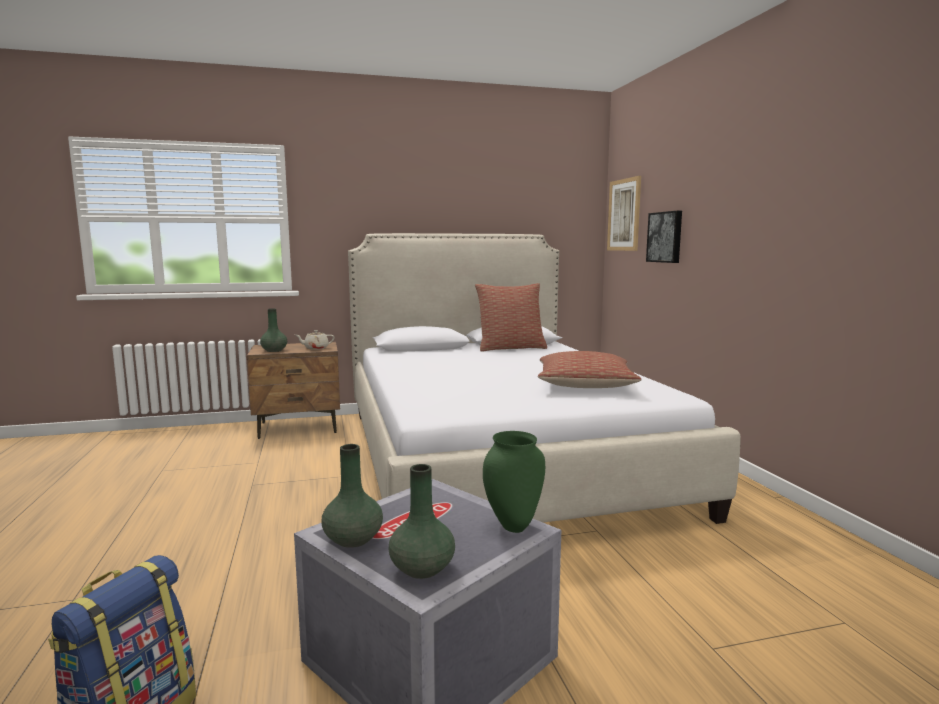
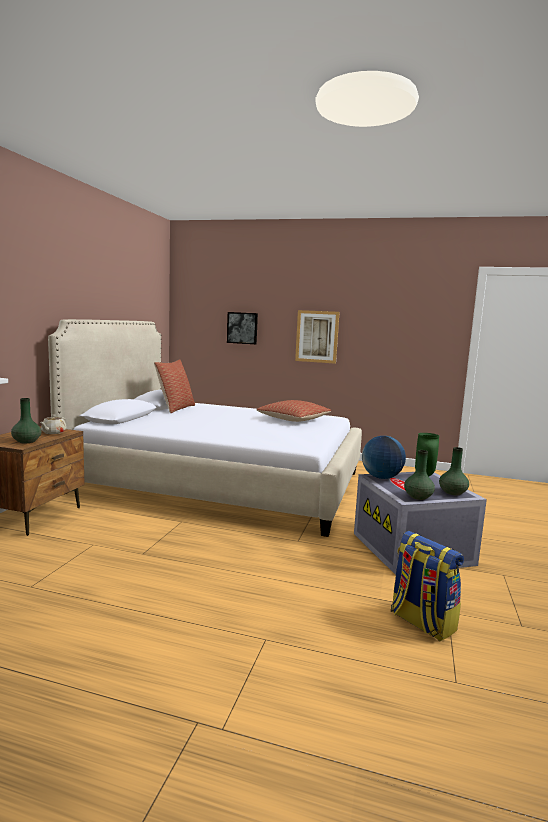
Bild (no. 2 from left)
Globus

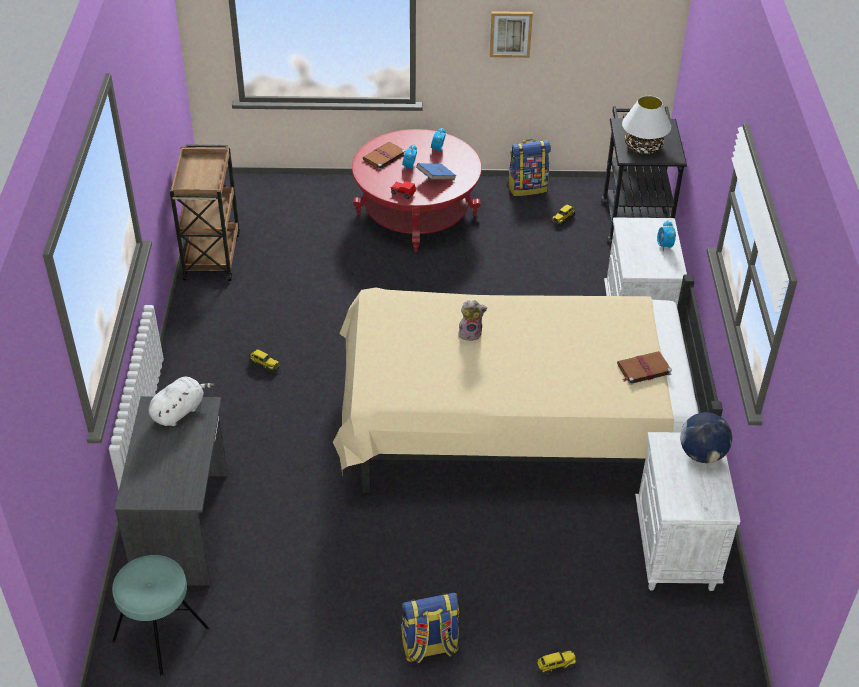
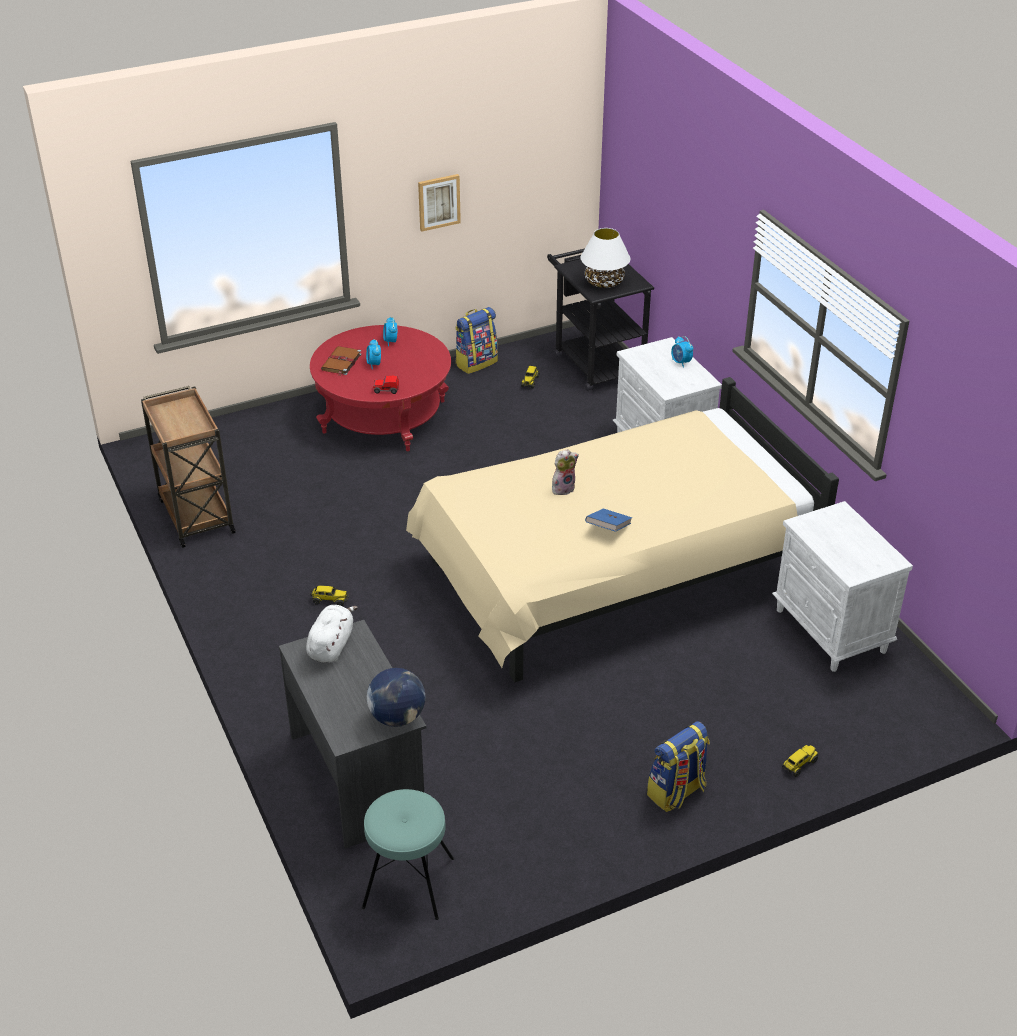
Buch [blau]
Buch [braun] (no. 2 from left in the first image)
Globus

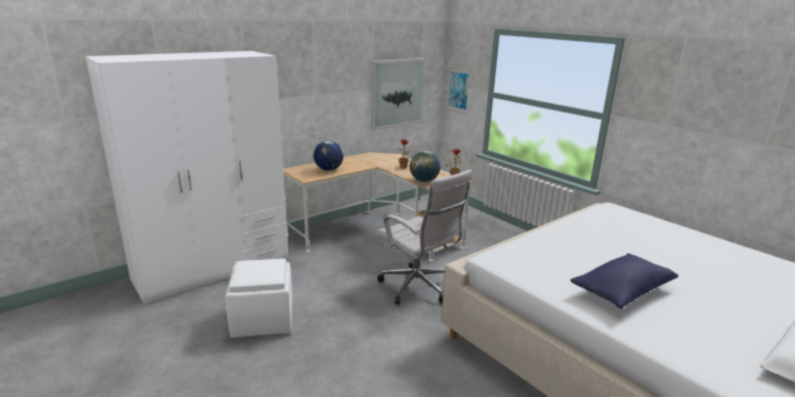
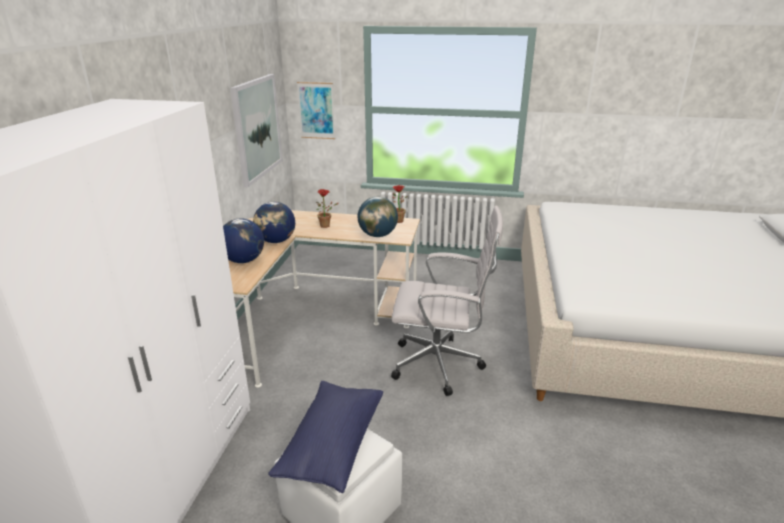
Kissen [blau]
Globus (no. 2 from left)

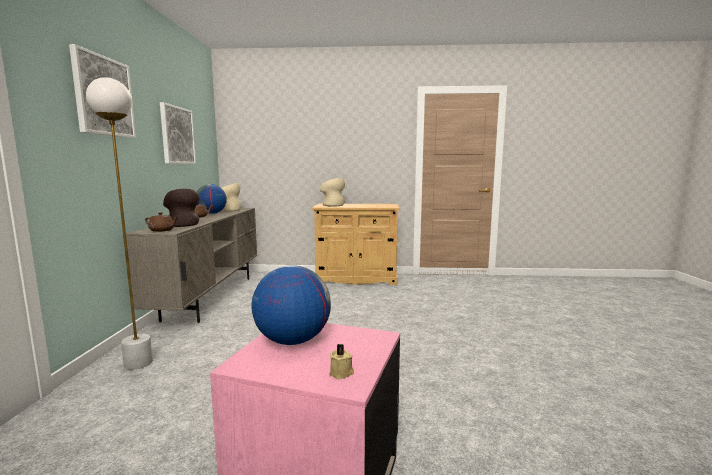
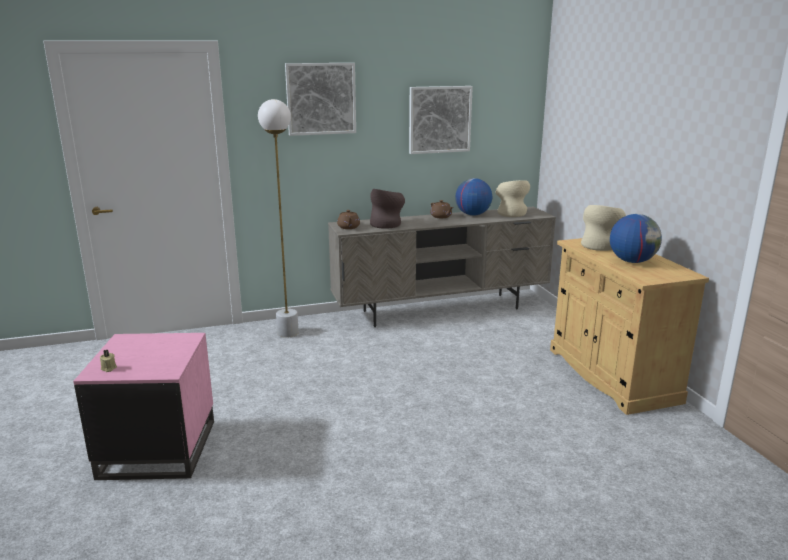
Globus (no. 2 from left)

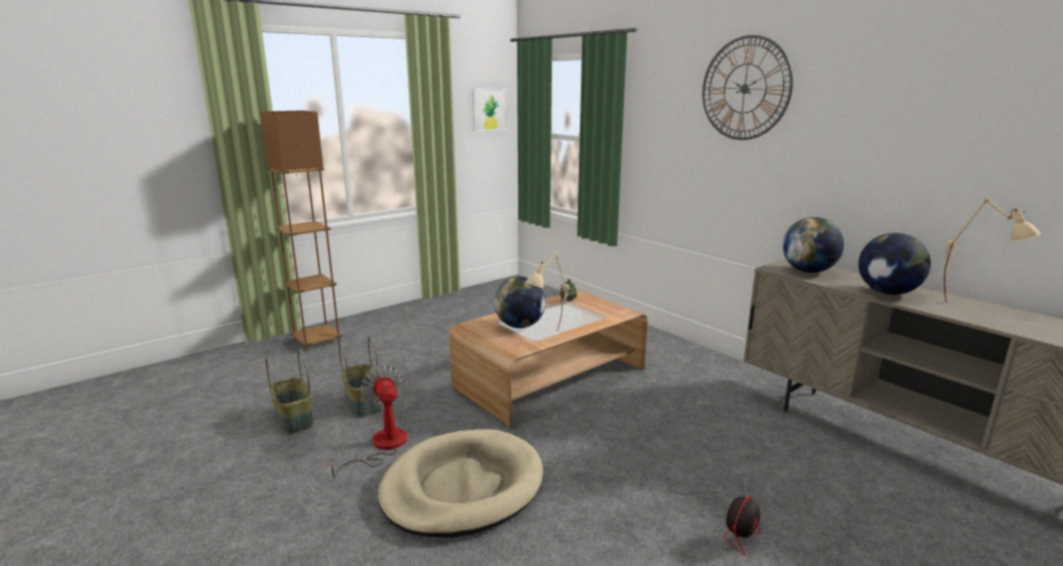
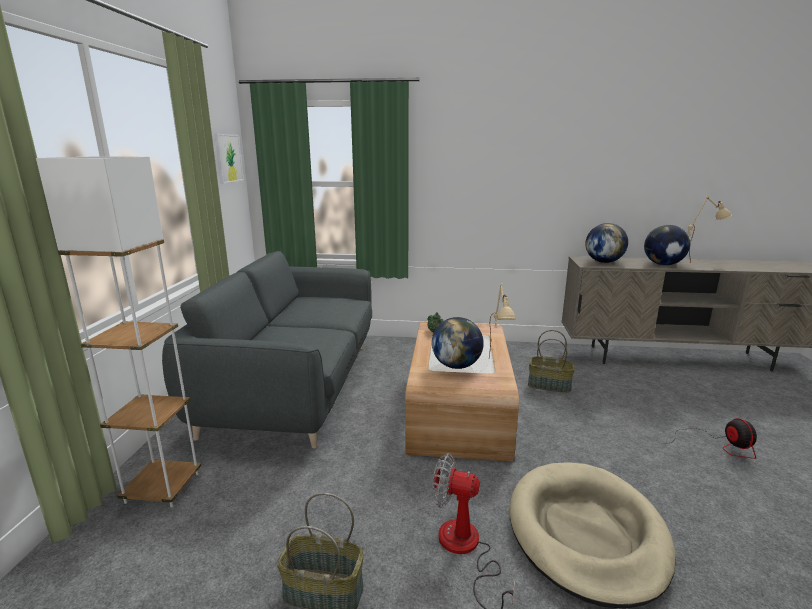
Wanduhr
Stehlampe [weiß]
Korb (no. 2 from left)
Sofa [grau]

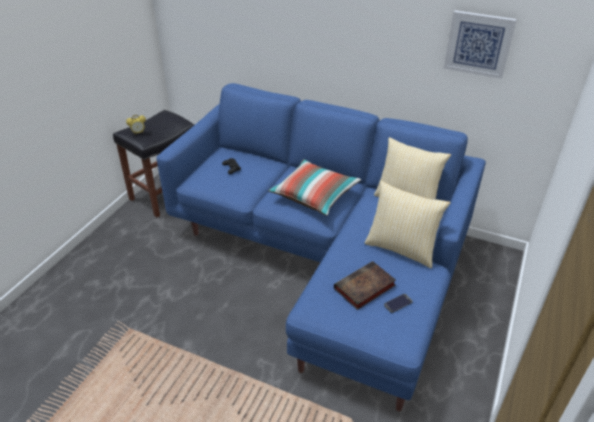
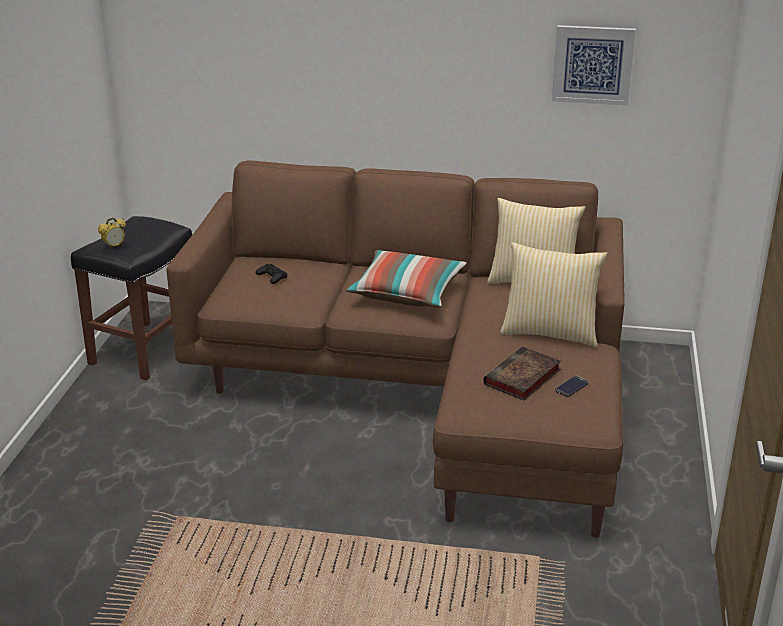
Sofa [braun]

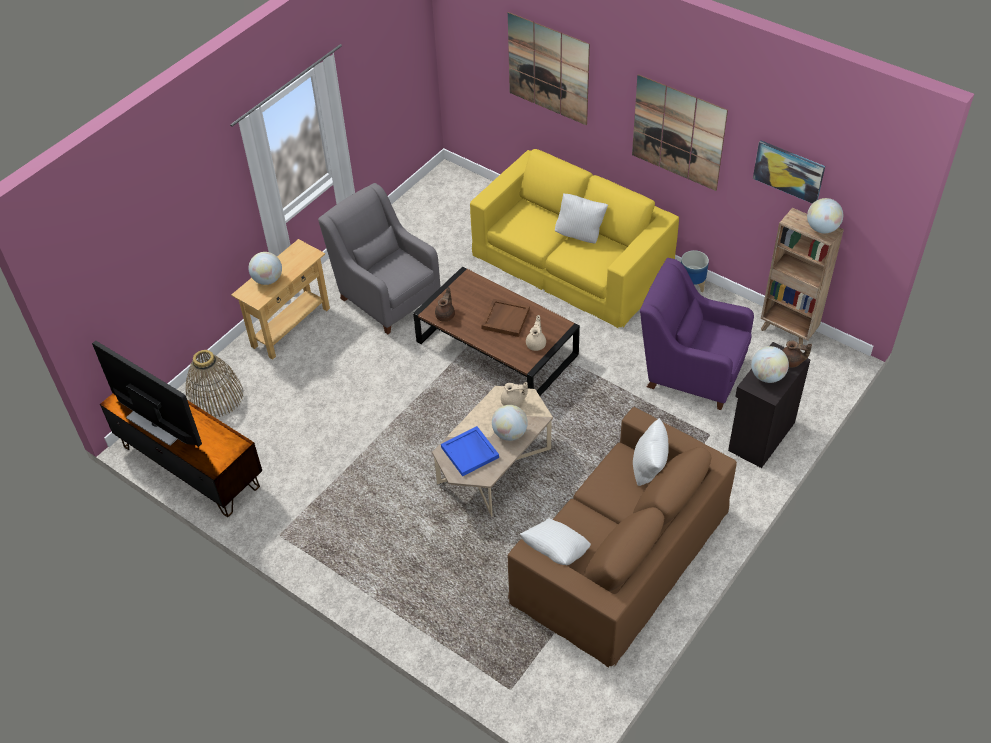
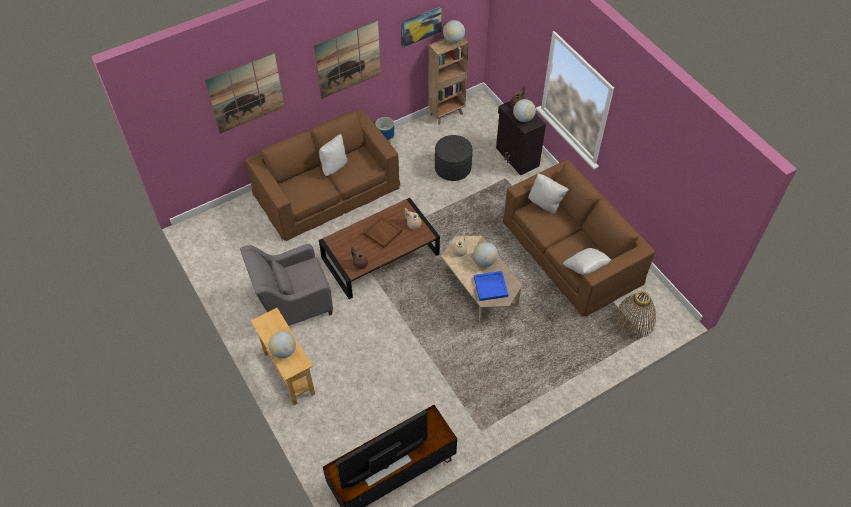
Sofa [braun] (no. 1 from left)
Polsterhocker [grau]
Korb

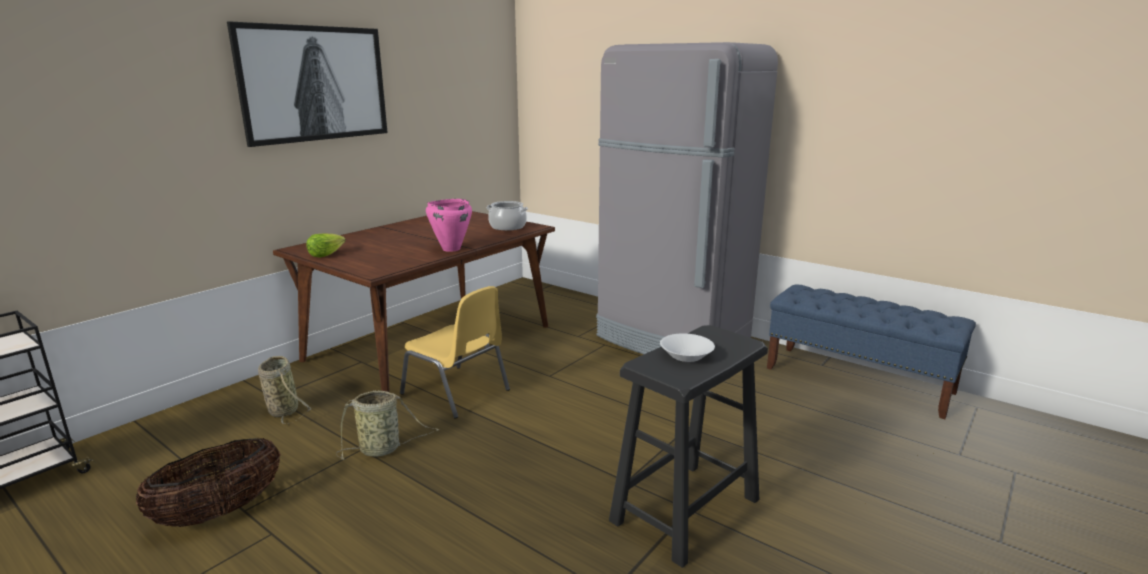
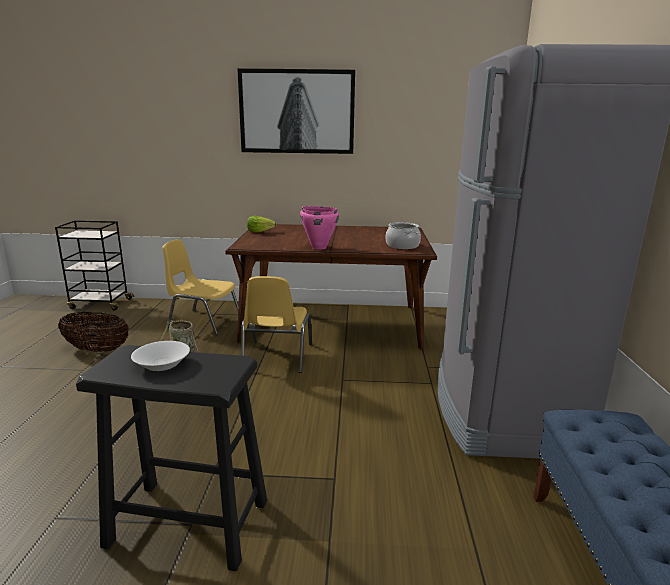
Stuhl [gelb] (no. 1 from left)

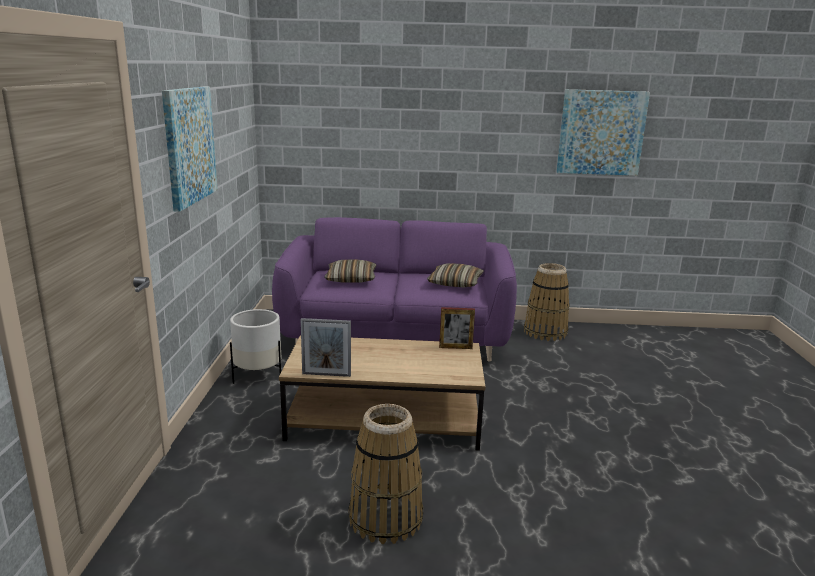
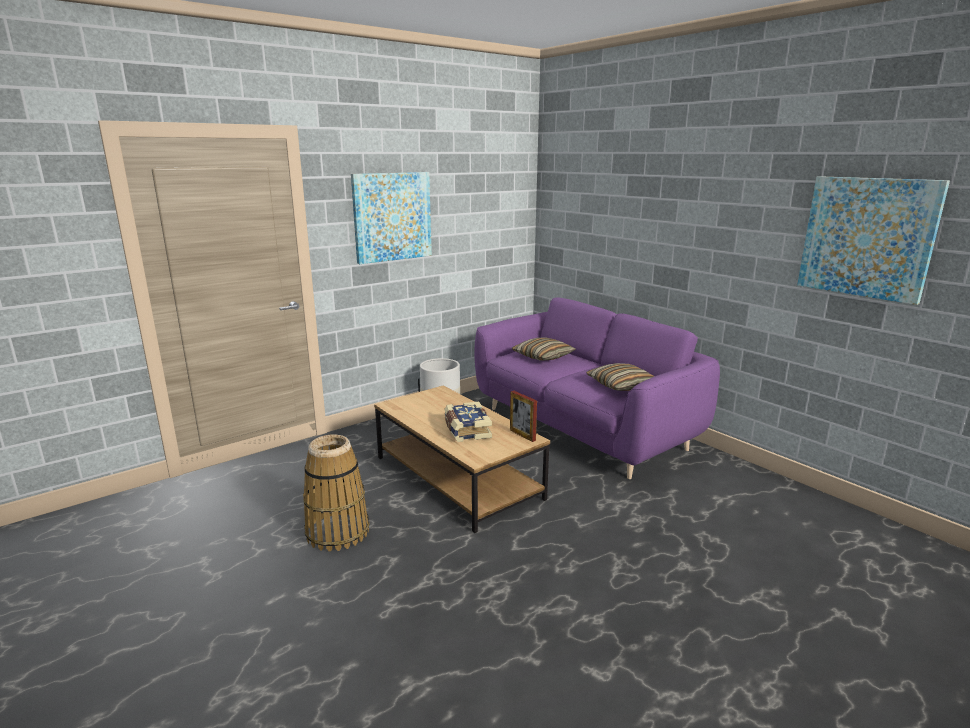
Korb (no. 2 from left in the first image)
Bilderrahmen (no. 1 from left in the first image)
Buch

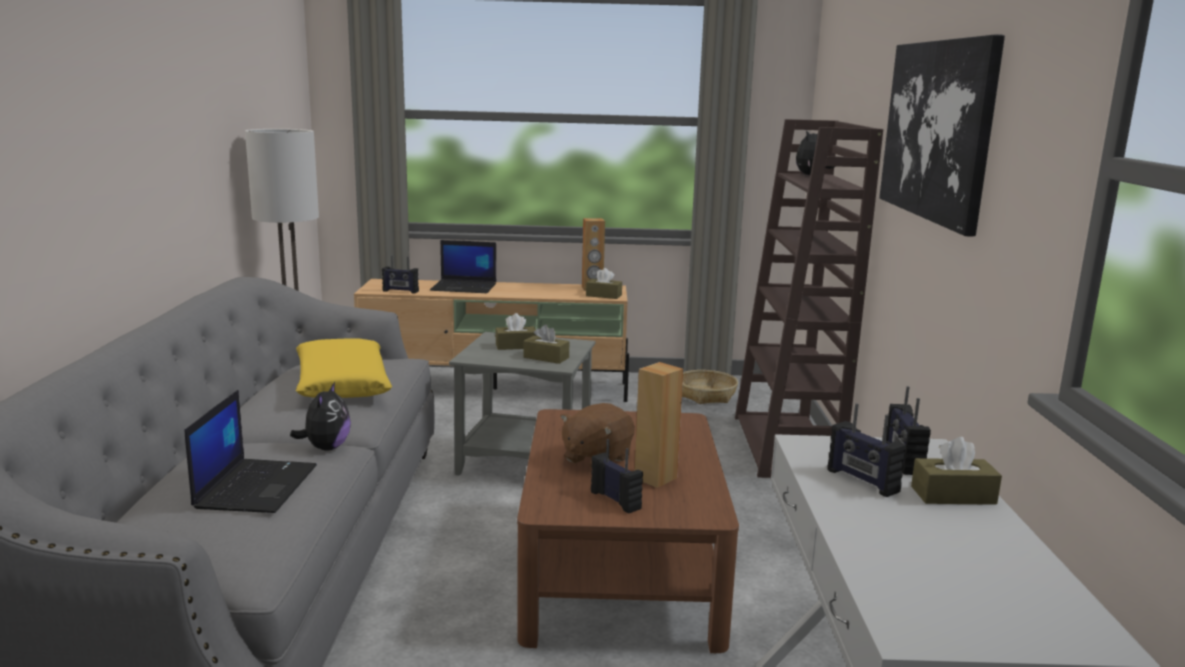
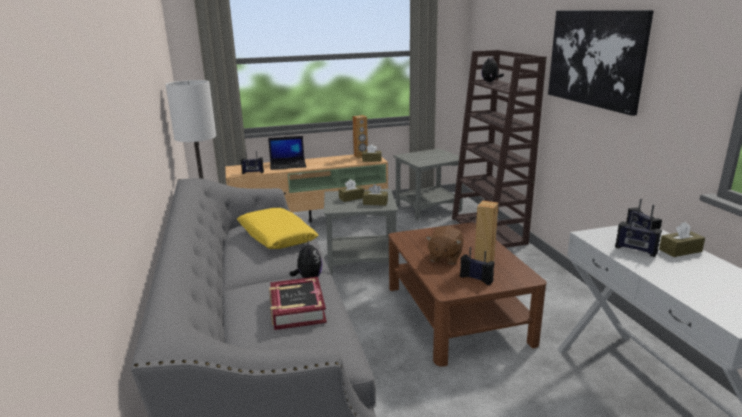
Beistelltisch [grau] (no. 2 from left)
Buch

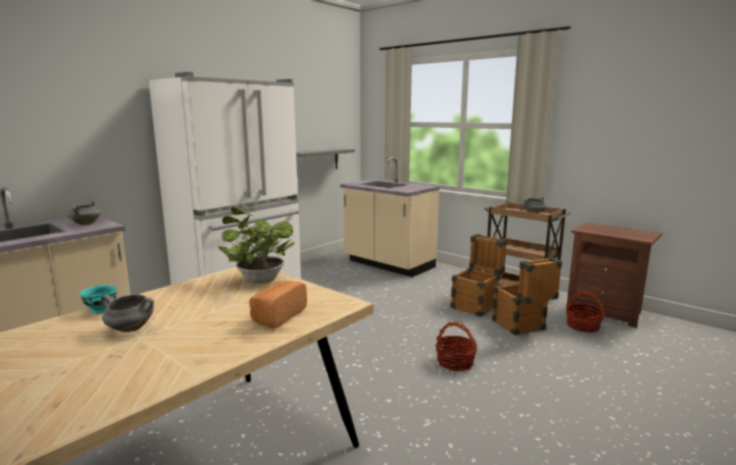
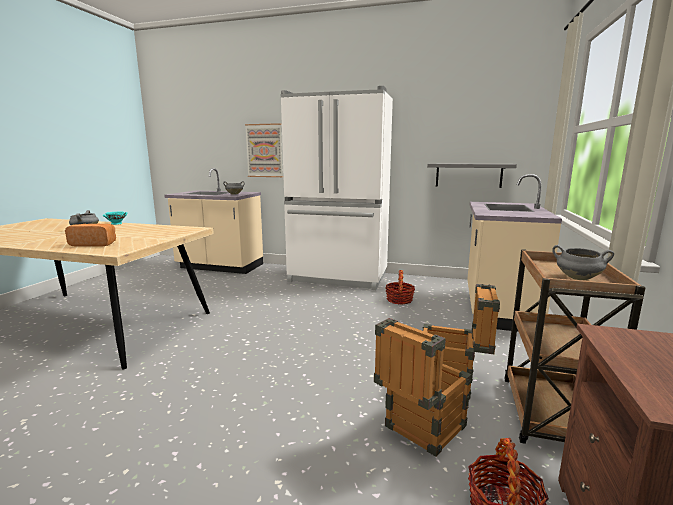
Topfpflanze
Korb (no. 1 from left)
Bild

